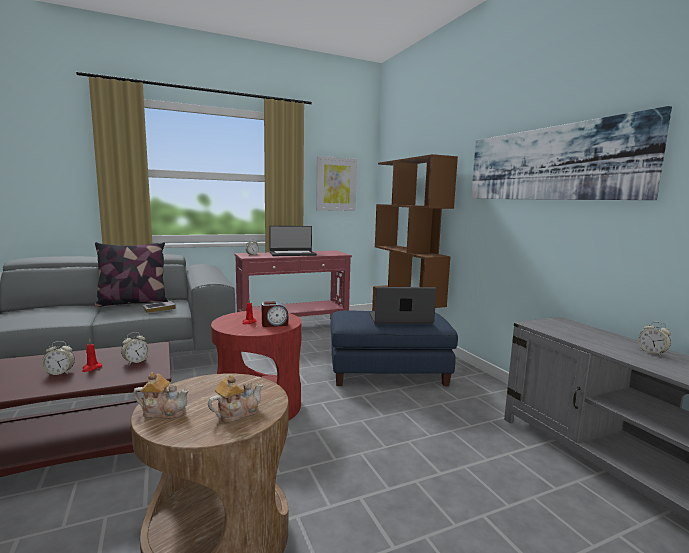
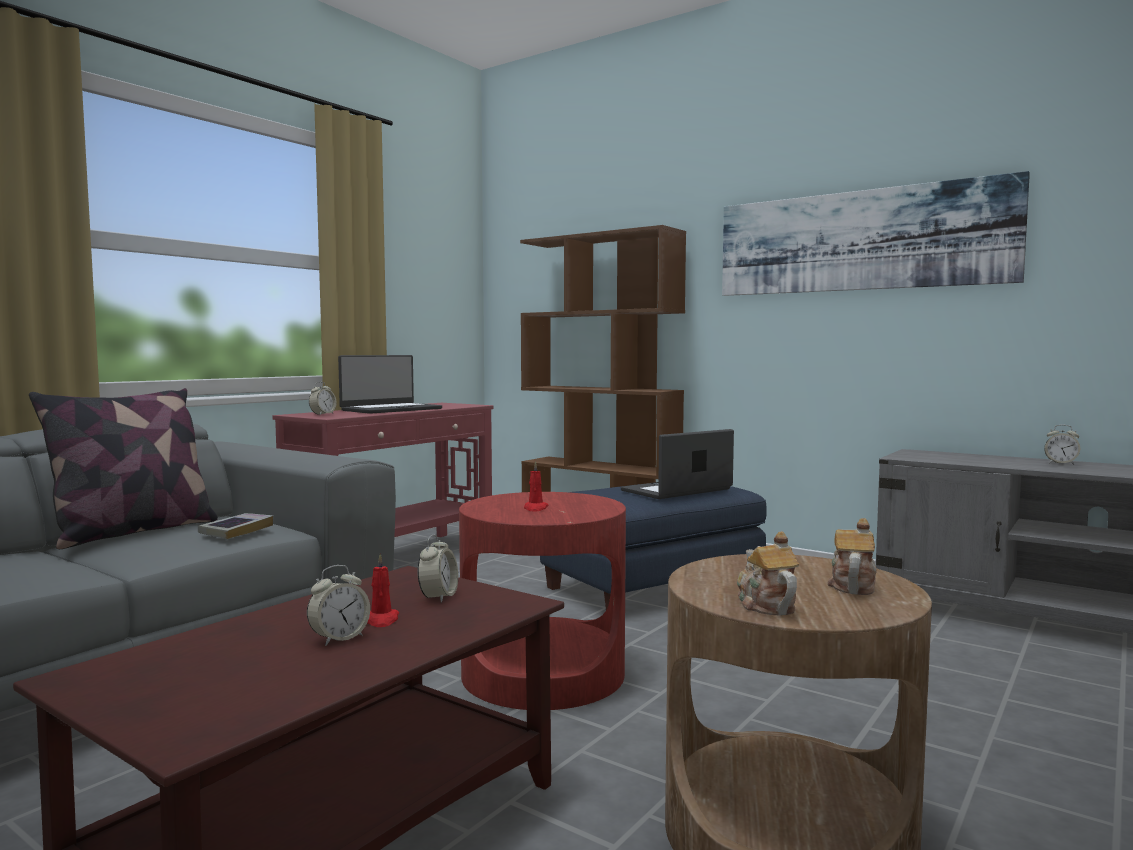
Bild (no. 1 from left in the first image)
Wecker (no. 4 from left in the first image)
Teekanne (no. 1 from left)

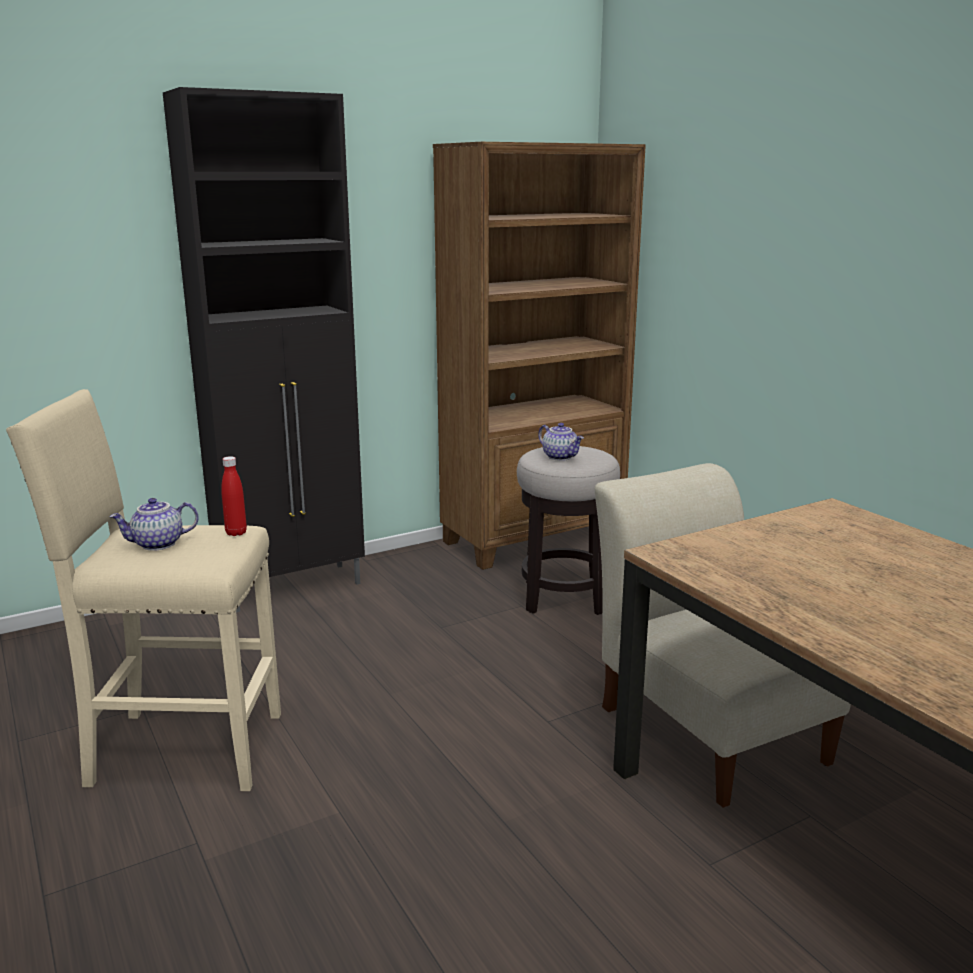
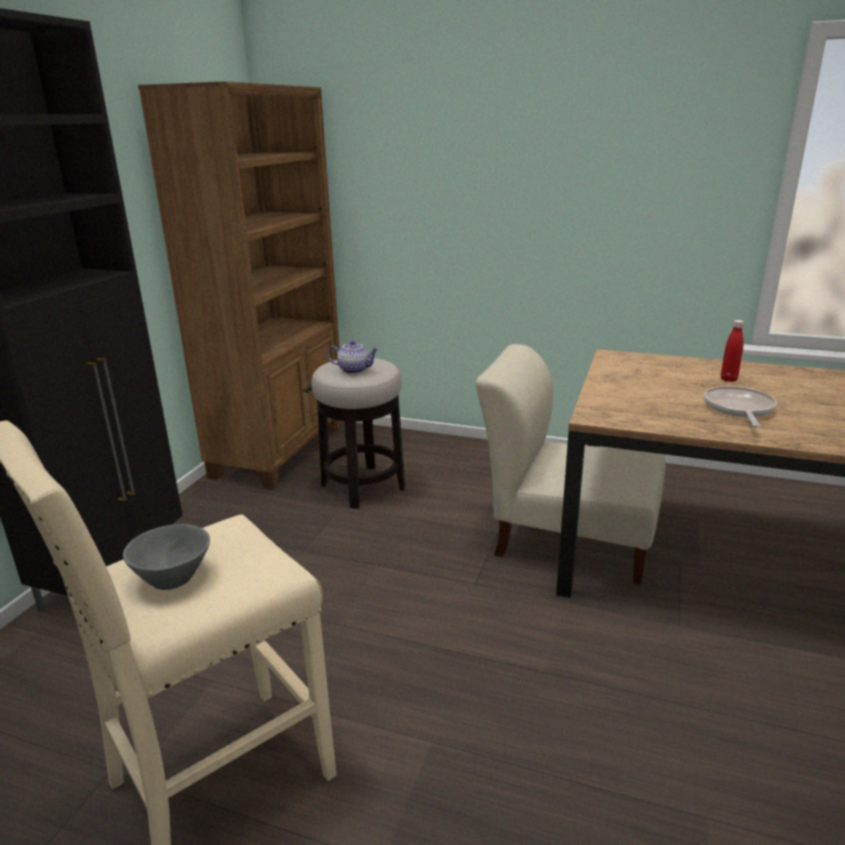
Flasche [rot]
Schüssel [grau]
Pfanne

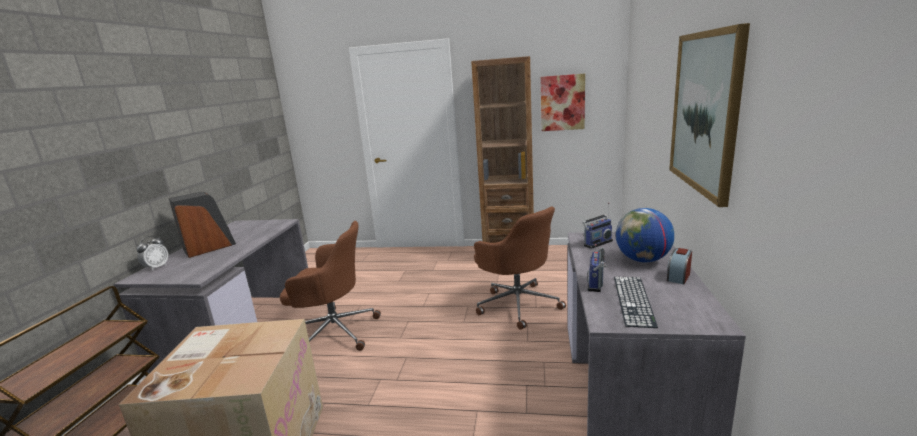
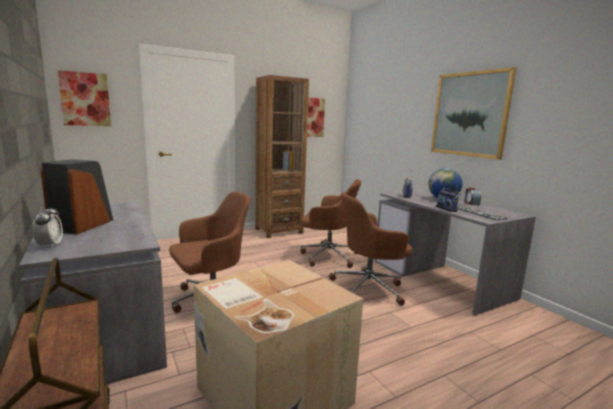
Bild (no. 1 from left)
Bürostuhl [braun] (no. 3 from left)

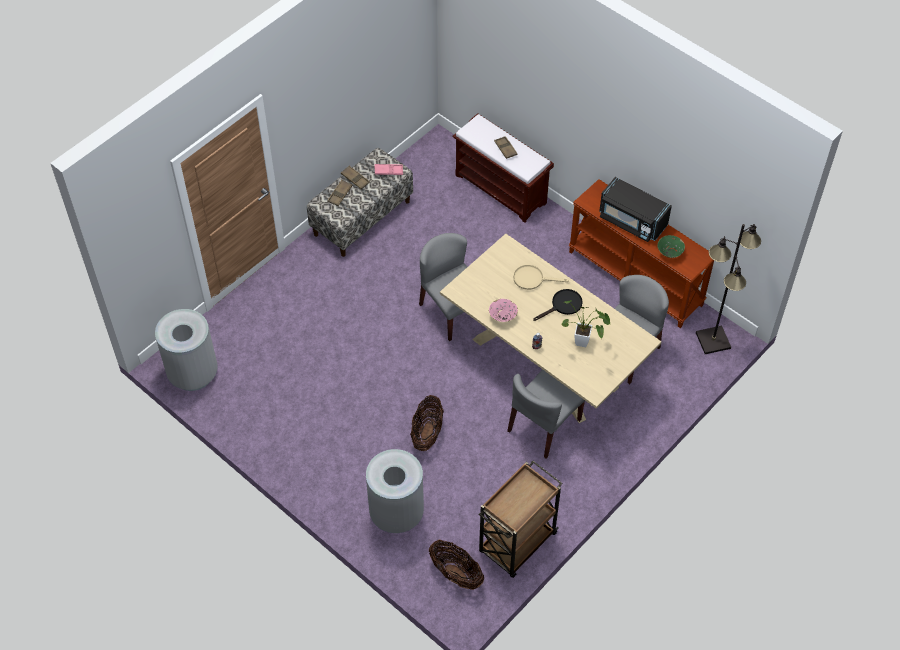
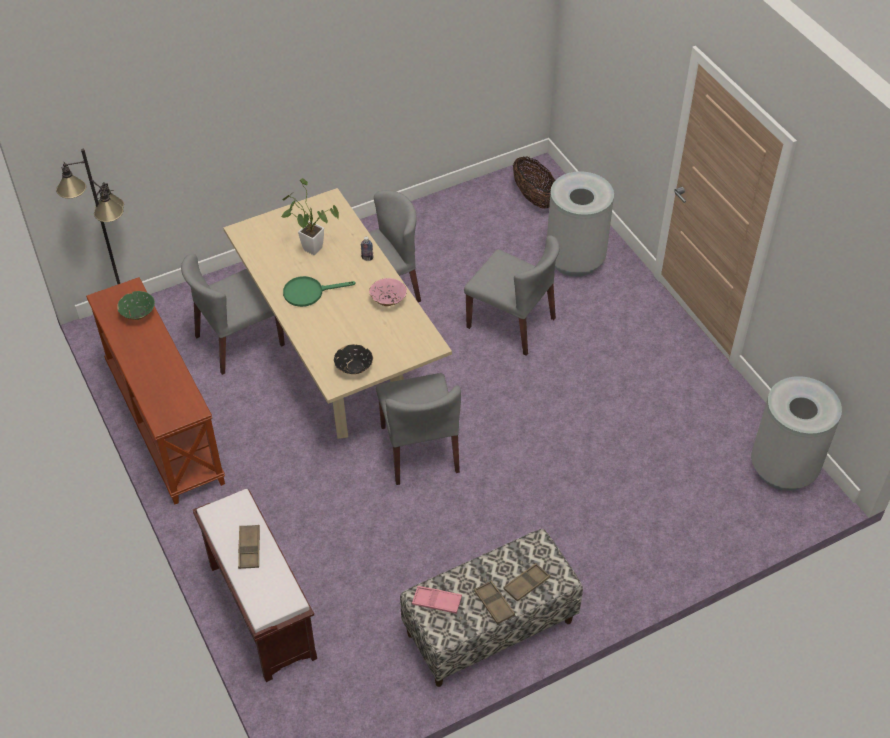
Mikrowelle [schwarz]
Pfanne [beige]
Pfanne [grün]
Stuhl [grau] (no. 4 from left)
Rollwagen [braun]
Schüssel [schwarz]

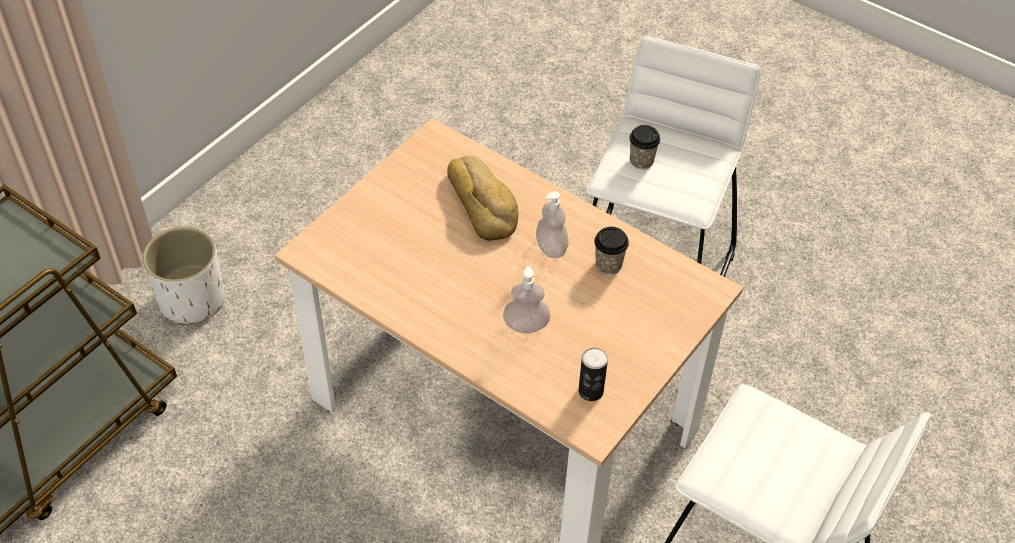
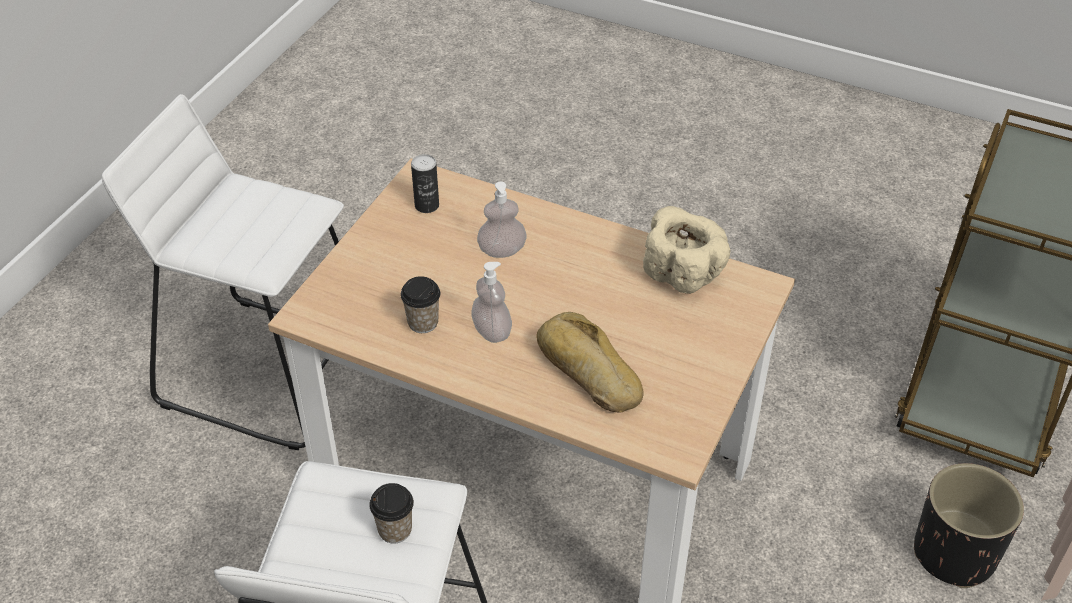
Pflanzkübel [schwarz]
Schüssel [beige]

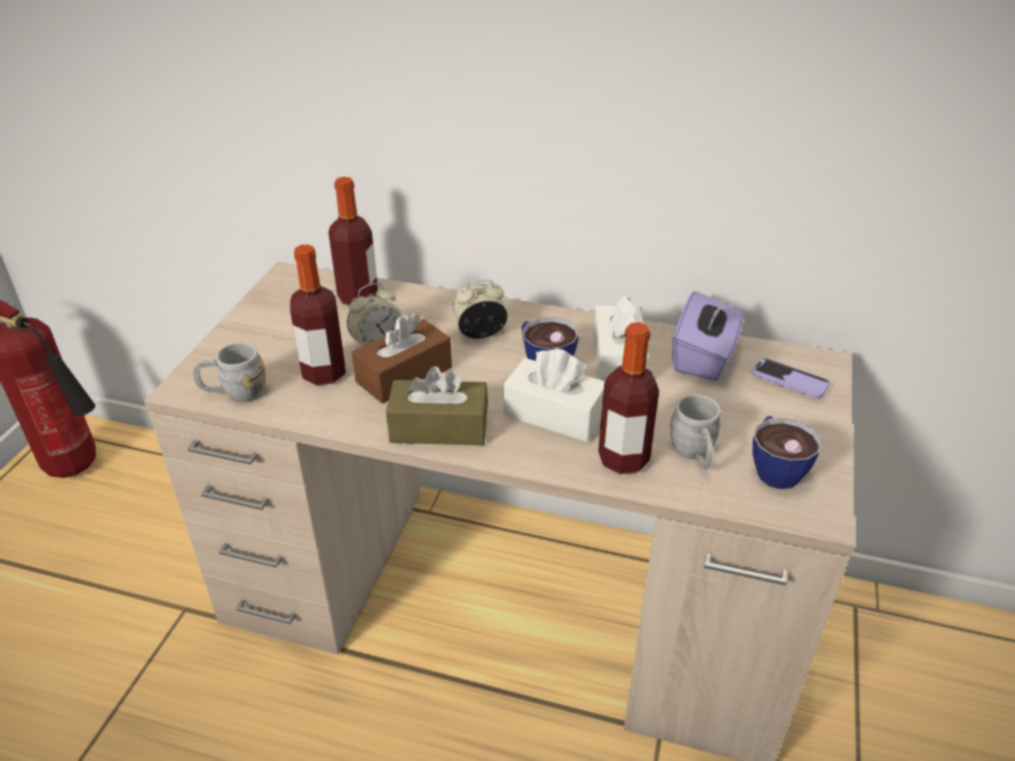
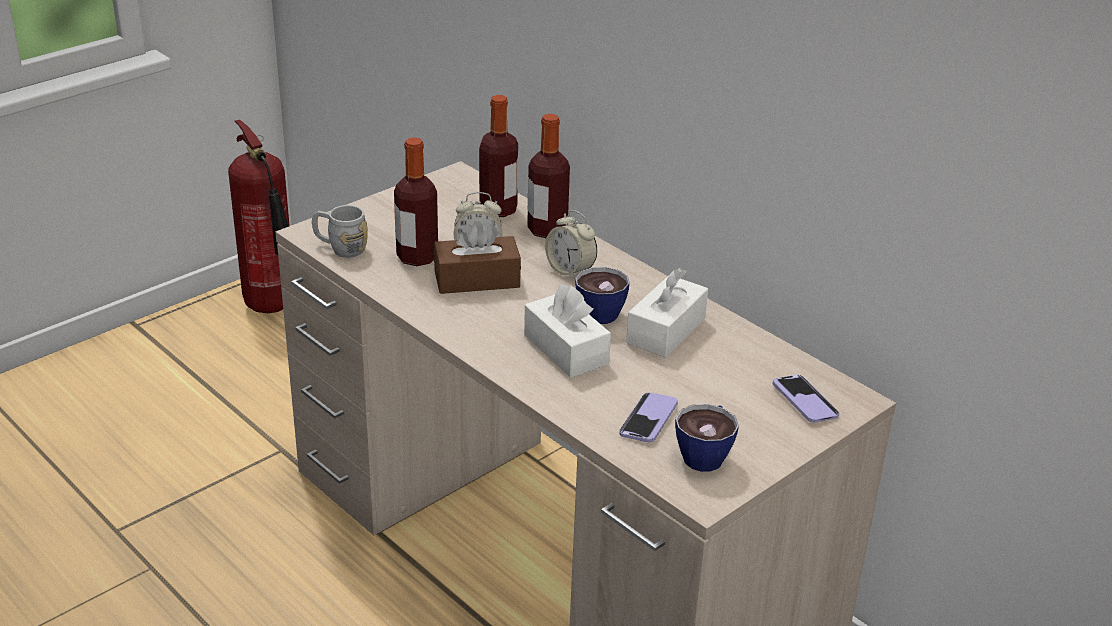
Wecker (no. 2 from left)
Taschentuchbox [lila]
Flasche (no. 3 from left)
Taschentuchbox [braun] (no. 2 from left in the first image)
Handy (no. 1 from left)

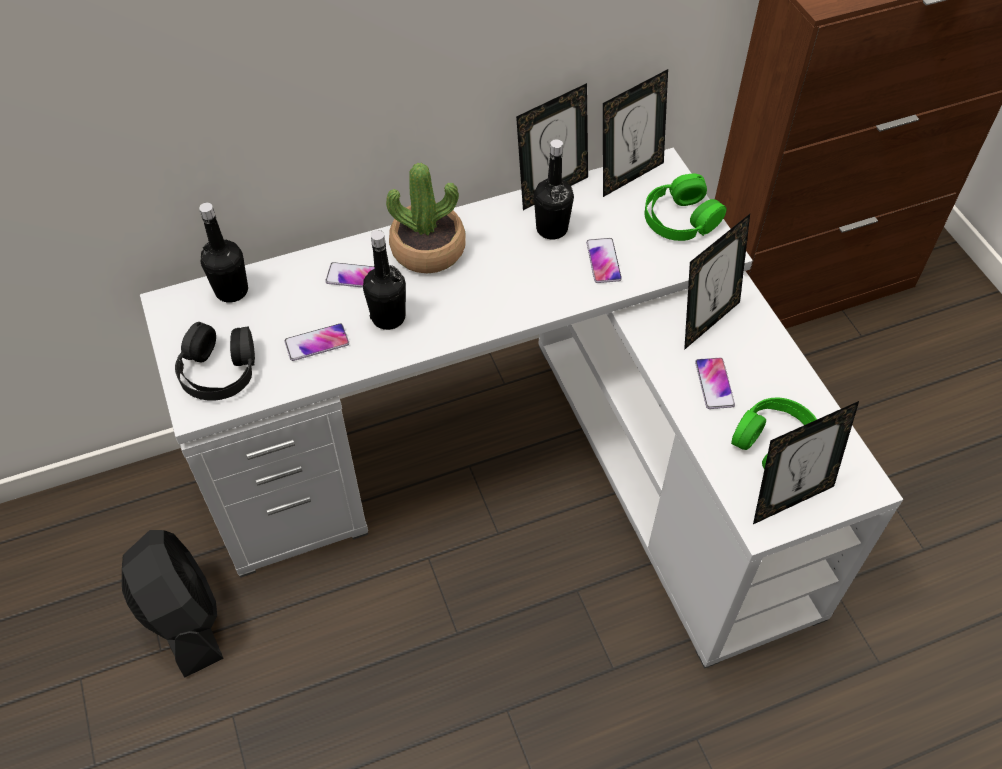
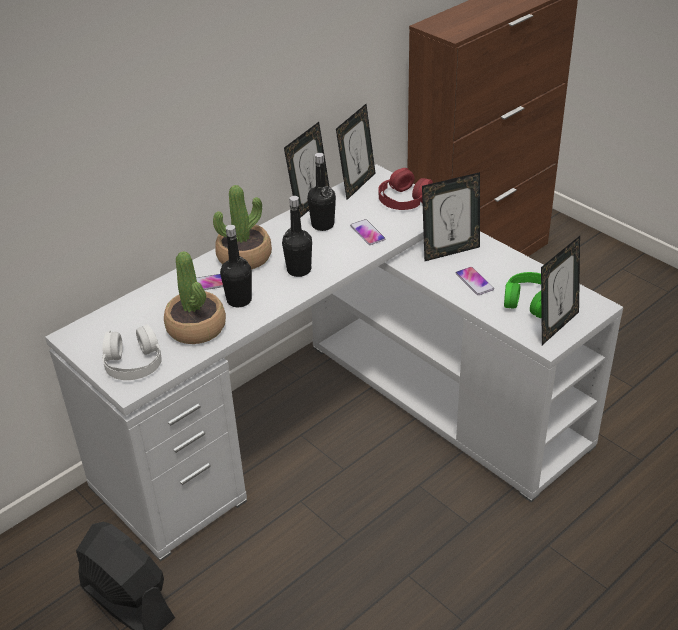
Kopfhörer [rot]
Flasche [schwarz] (no. 2 from left)
Bilderrahmen (no. 3 from left)
Kopfhörer [weiß]
Topfpflanze (no. 1 from left)

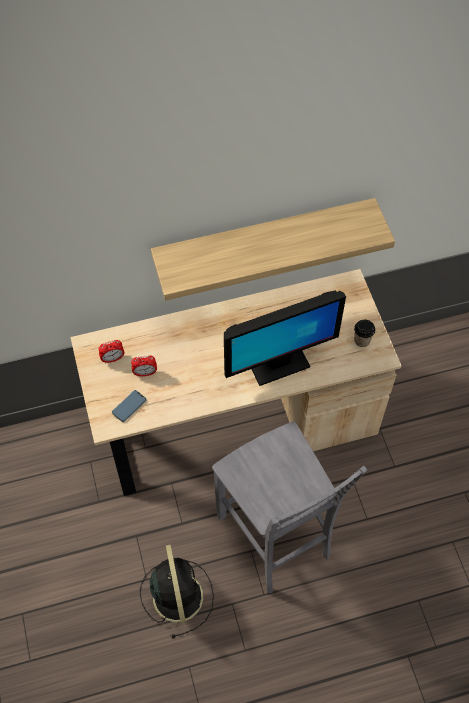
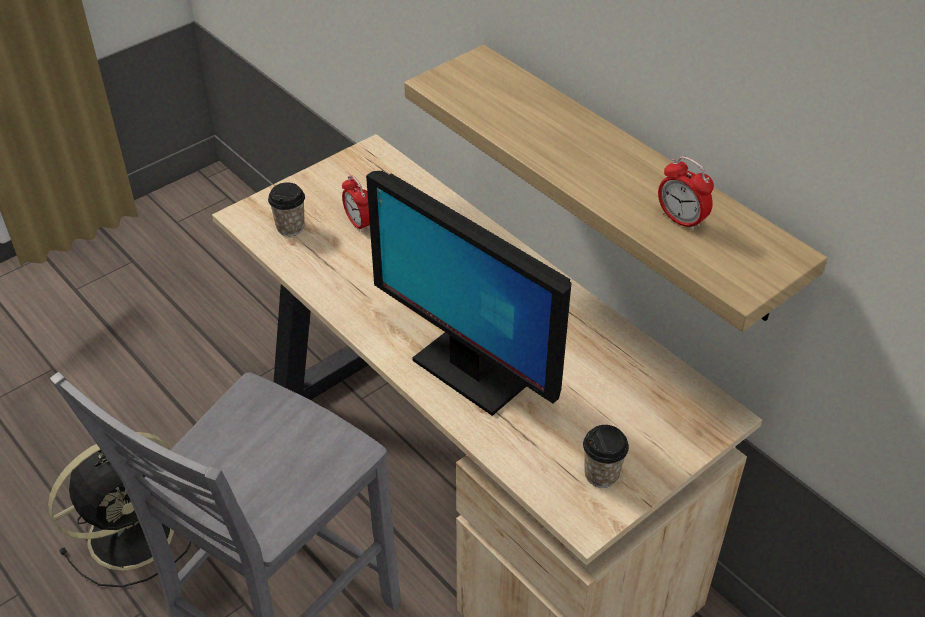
Wecker (no. 2 from left)
Tasse (no. 1 from left)

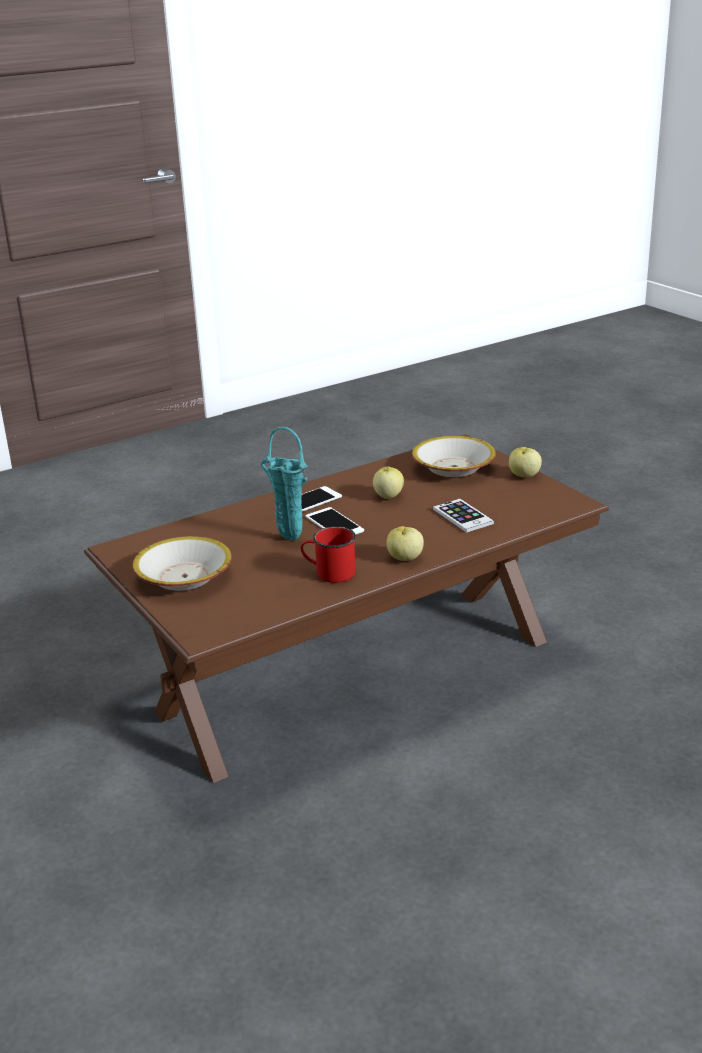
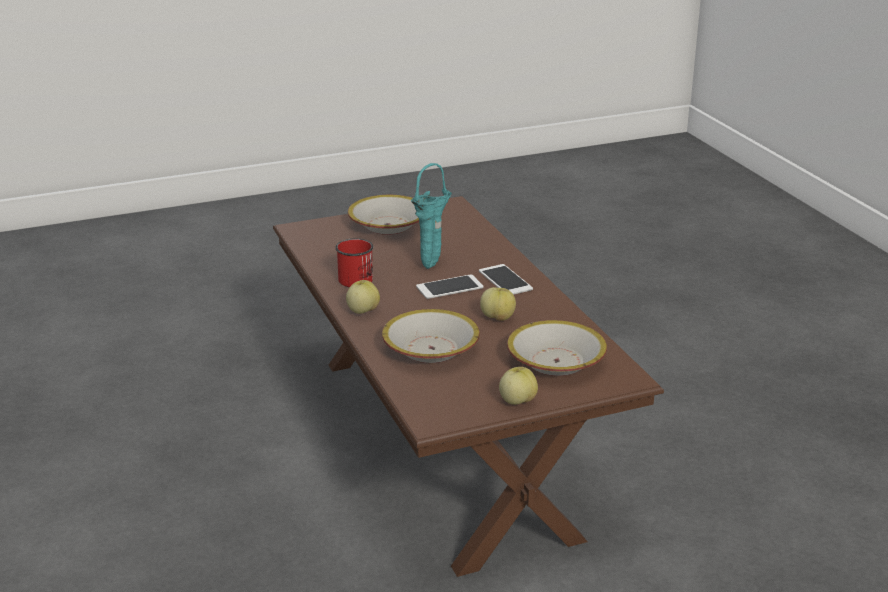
Schüssel (no. 2 from left)

